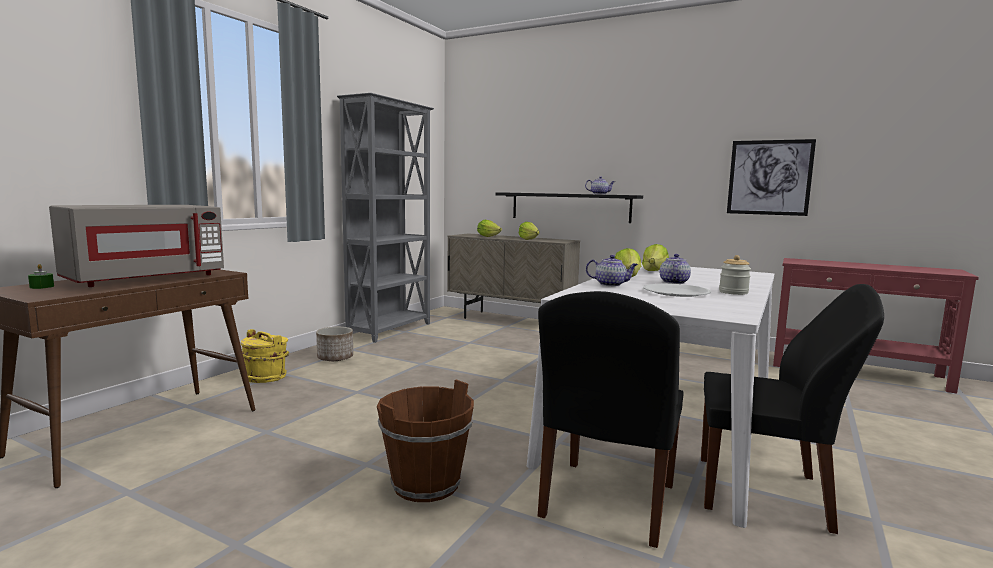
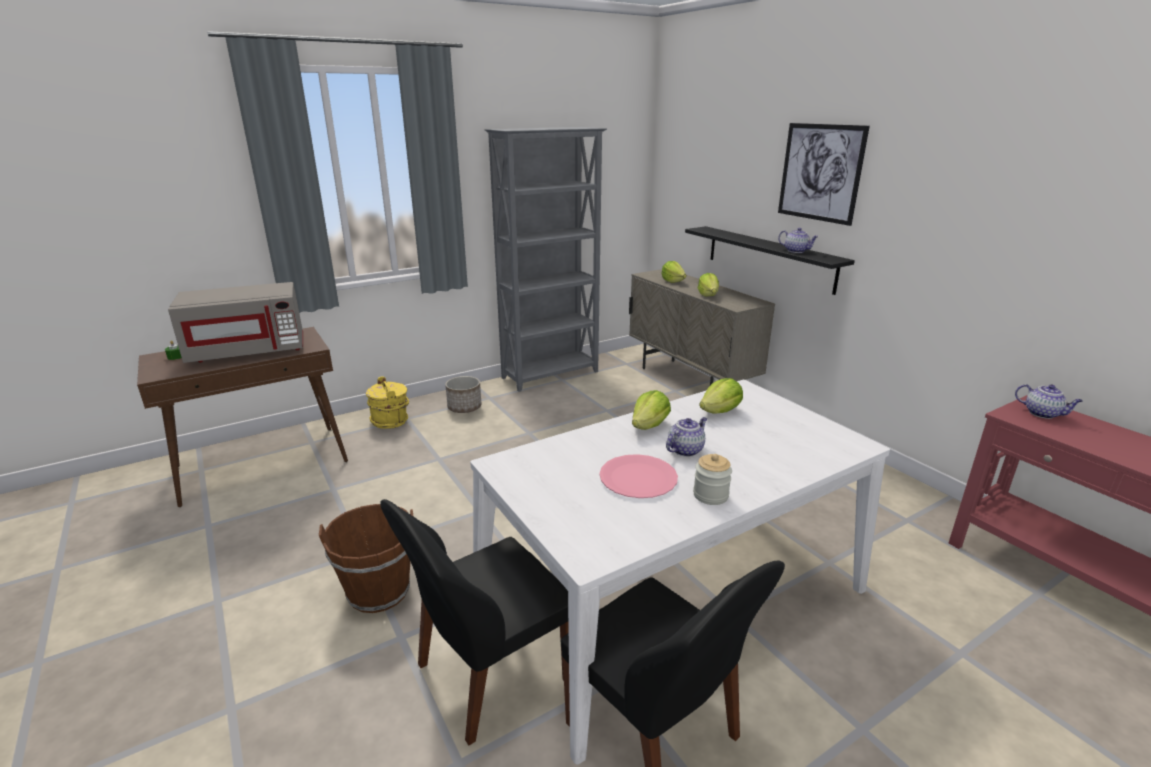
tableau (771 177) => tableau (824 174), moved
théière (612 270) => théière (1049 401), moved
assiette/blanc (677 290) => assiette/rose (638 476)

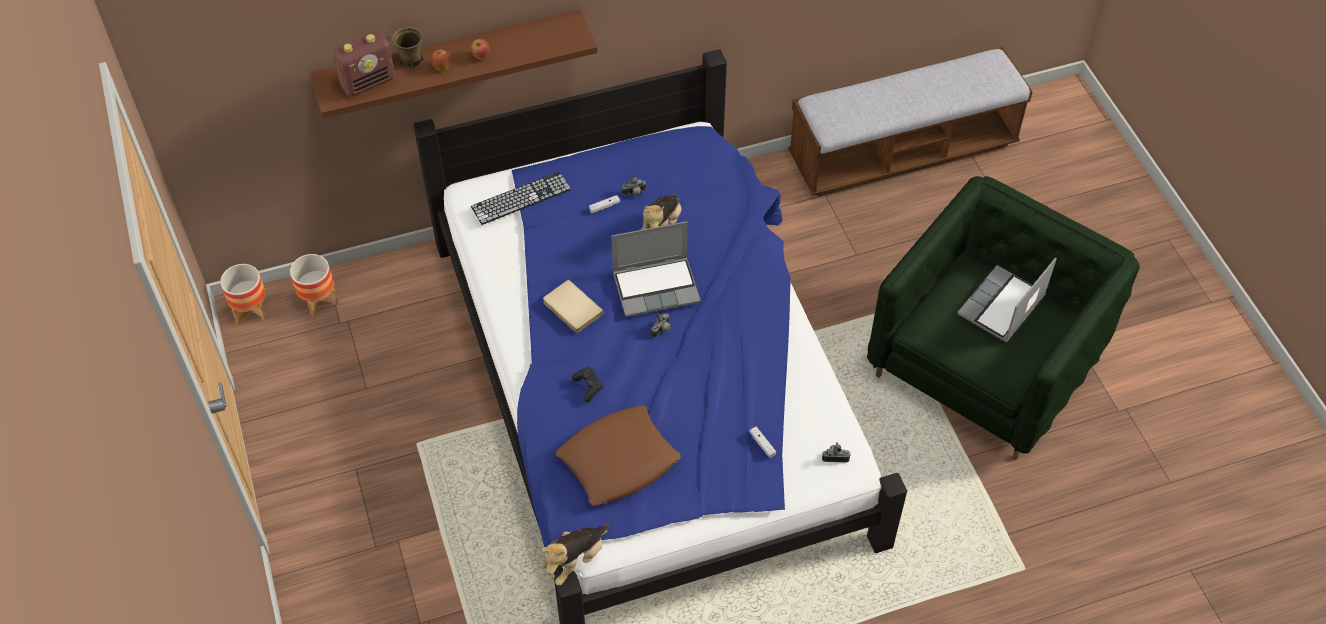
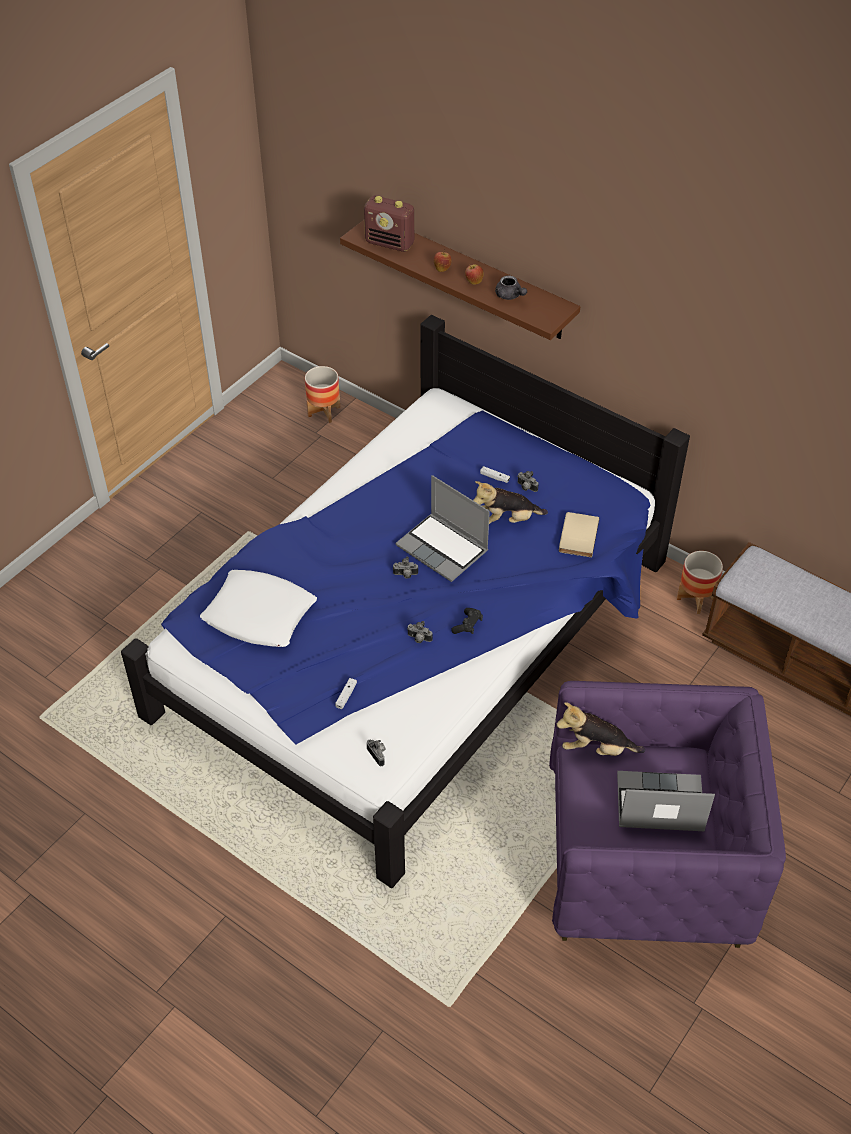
mug/marron (408 47) => nothing
clavier (521 198) => nothing
fauteuil/vert (1003 318) => fauteuil/violet (667 814)
cache-pot (243 294) => cache-pot (700 582), moved
livre/beige (573 306) => livre/beige (579 535), moved
manette/noir (587 384) => manette/noir (467 621), moved
coussin/marron (618 455) => coussin/blanc (258 608)
peluche (575 554) => peluche (600 729), moved
nothing => théière/gris (511 288)
nothing => appareil photo (420 632)

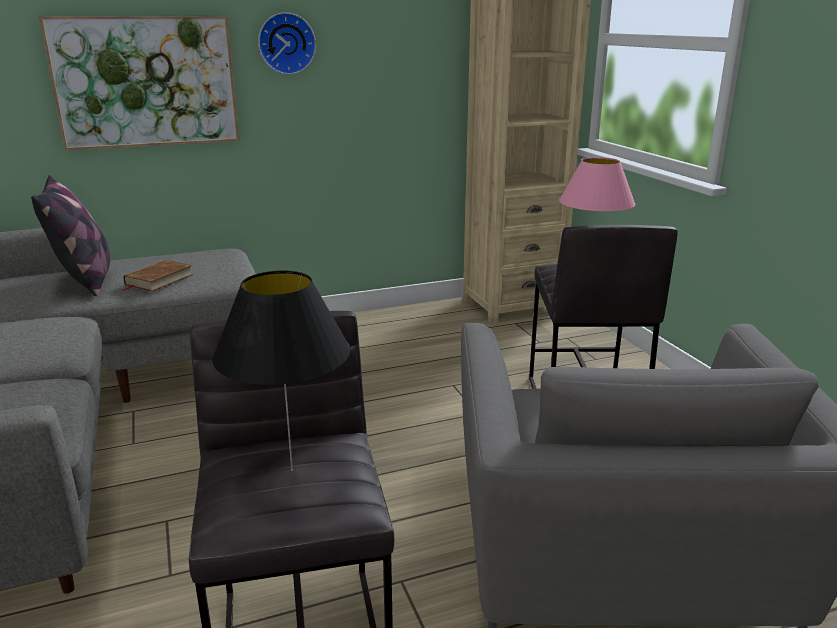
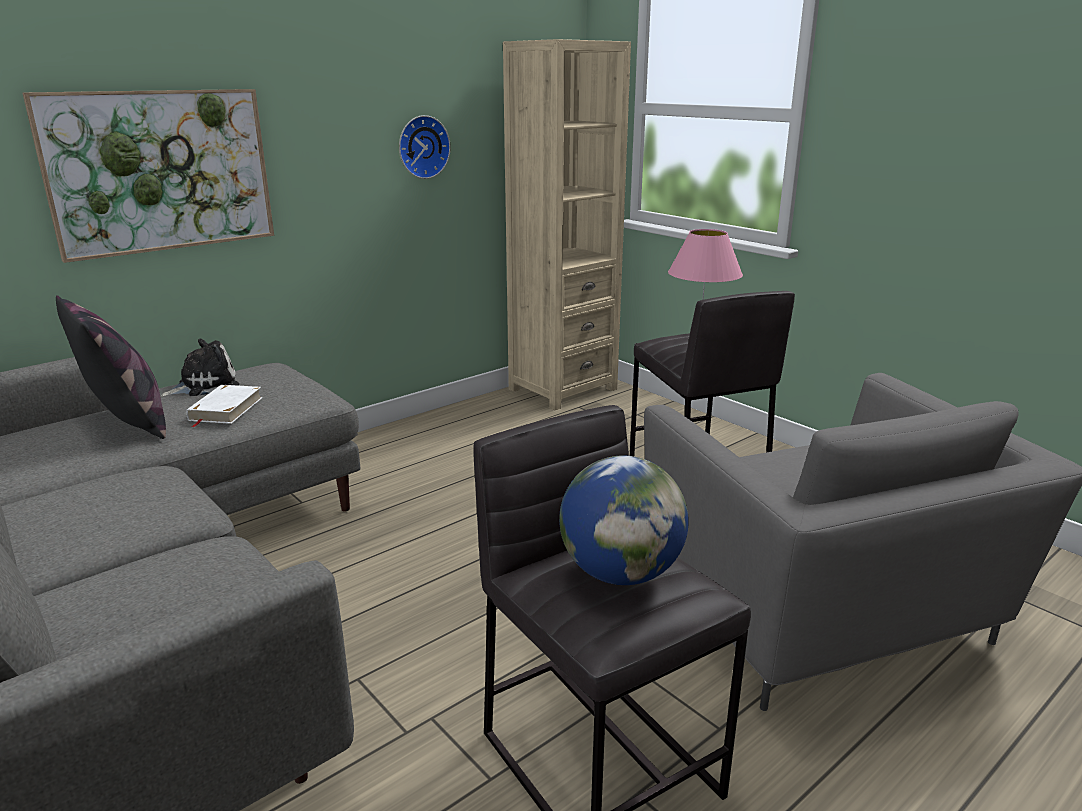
horloge murale (287 43) => horloge murale (425 147), moved
livre/marron (158 276) => livre/blanc (224 406)
lampe de table/noir (281 371) => globe (624 520)
nothing => peluche (199 368)

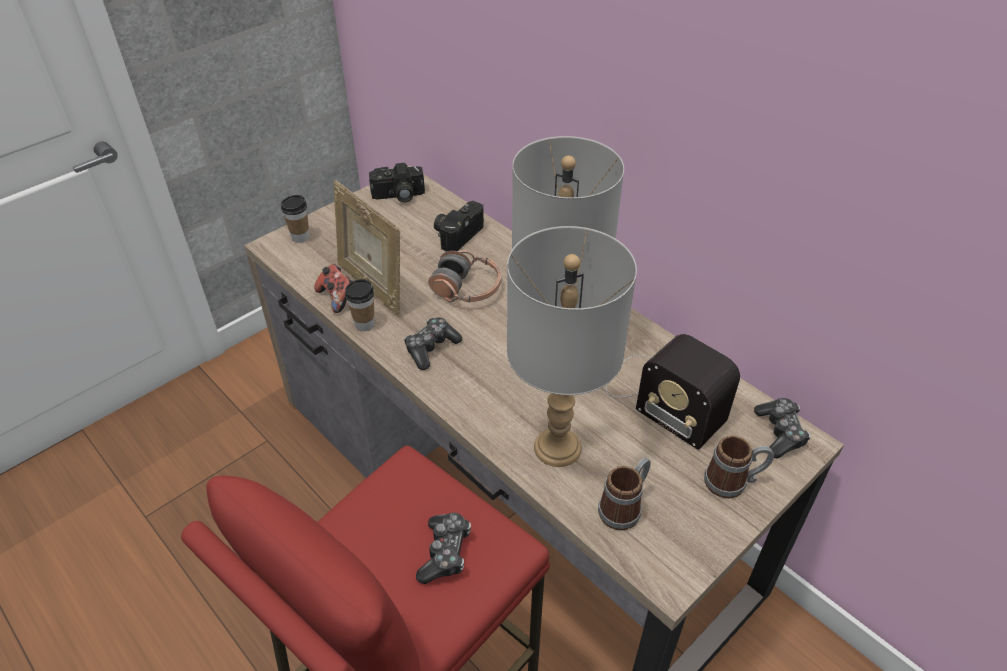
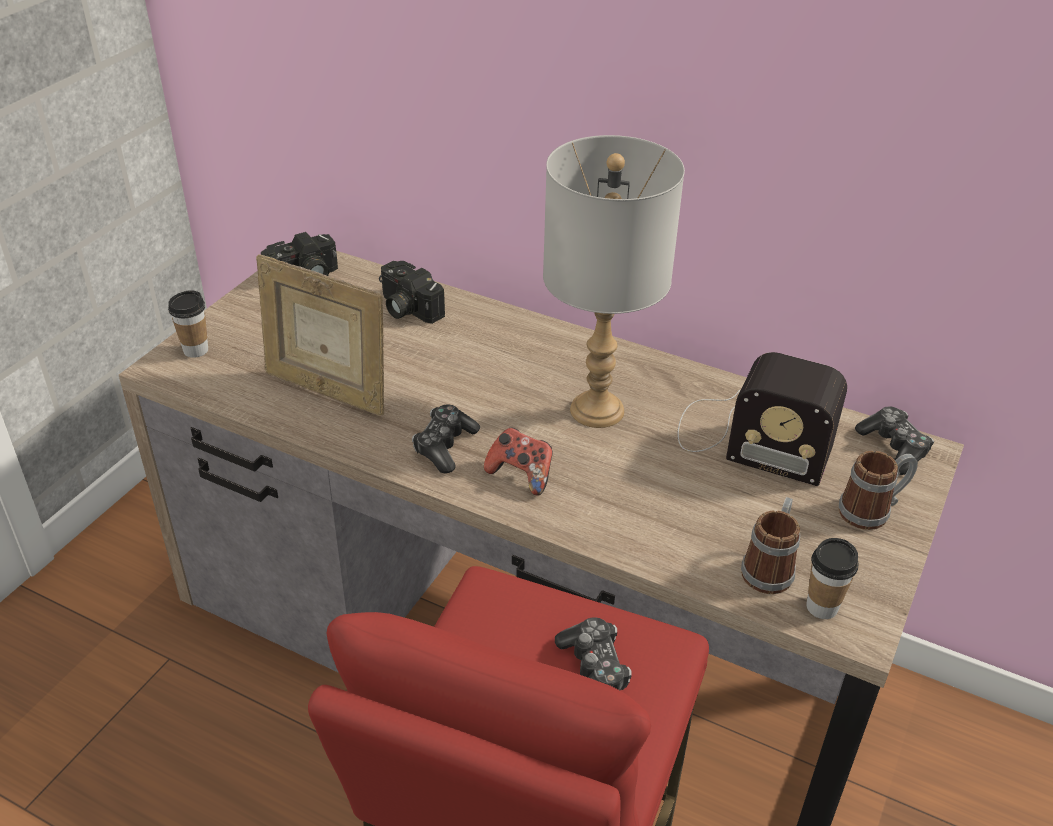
appareil photo (459 226) => appareil photo (412 292), 60 degrees counterclockwise
lampe de table/gris (572 346) => nothing
casque audio (465 276) => nothing
manette (333 288) => manette (518 461), moved
tasse (360 305) => tasse (833 578), moved

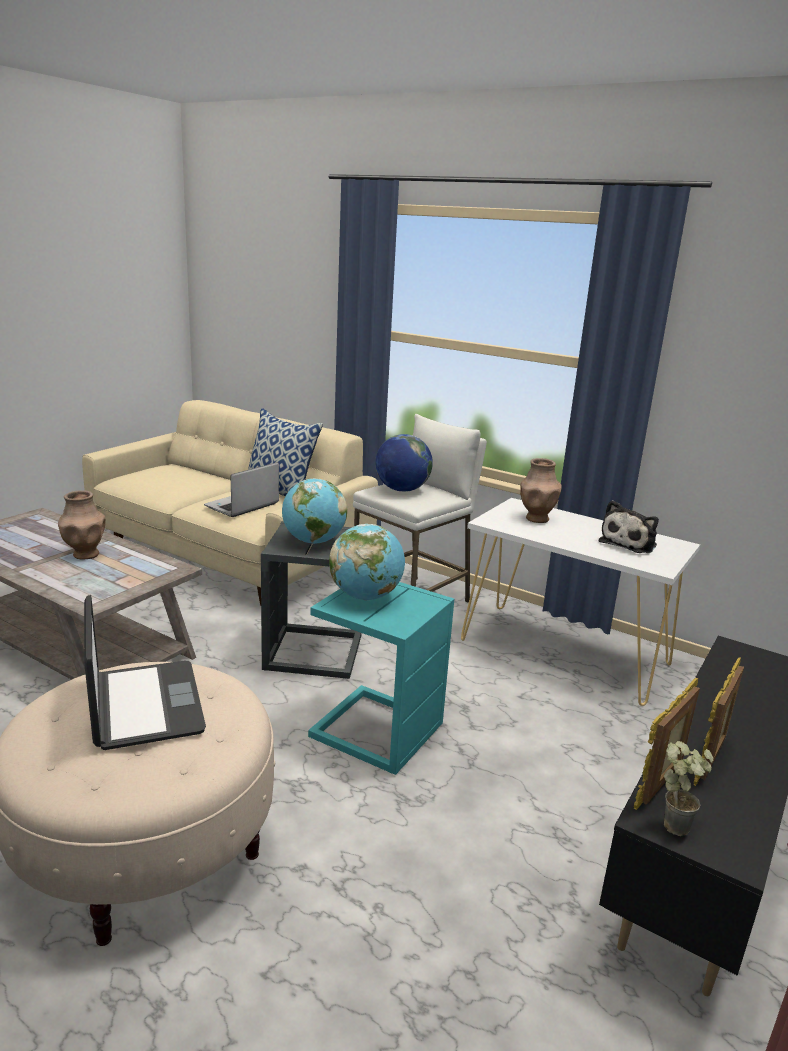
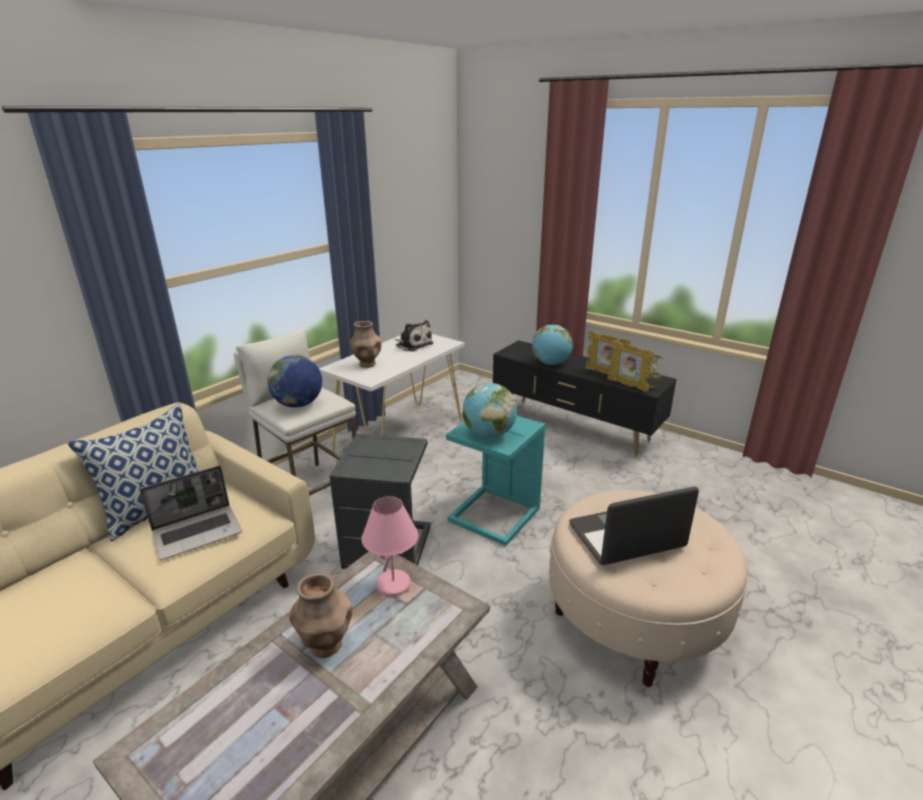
ordinateur portable (241 489) => ordinateur portable (191 513), 75 degrees counterclockwise
globe (314 511) => globe (552 345), moved
nothing => lampe de table/rose (389 546)

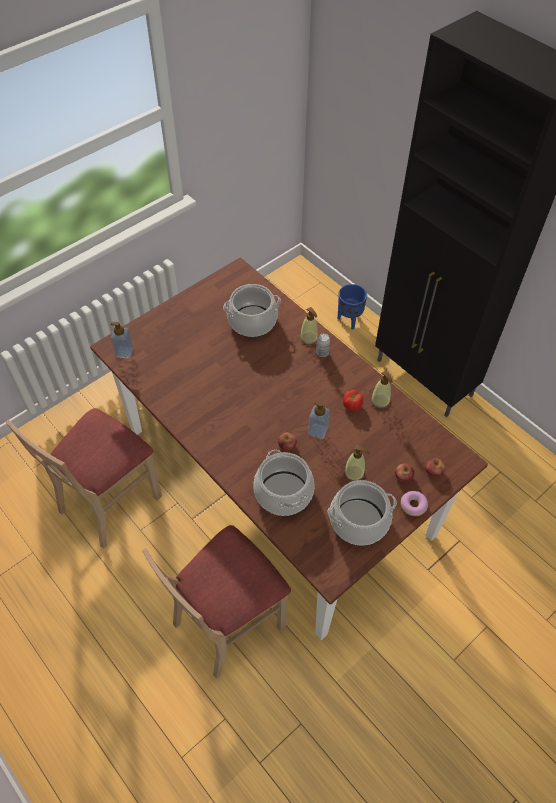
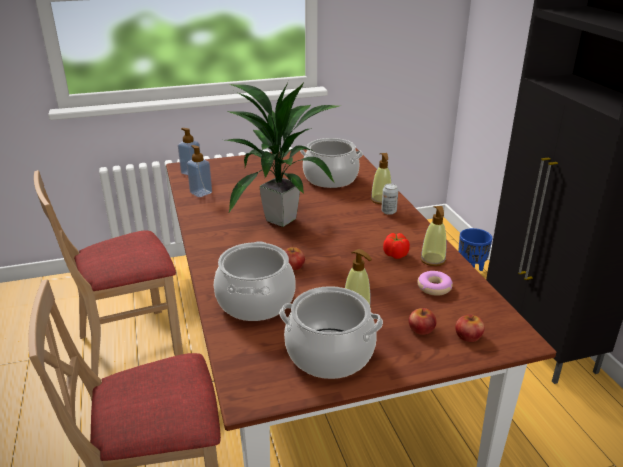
distributeur de savon (319 420) => distributeur de savon (199 171), moved
beignet (414 503) => beignet (435 283), moved
nothing => plante en pot (283 154)

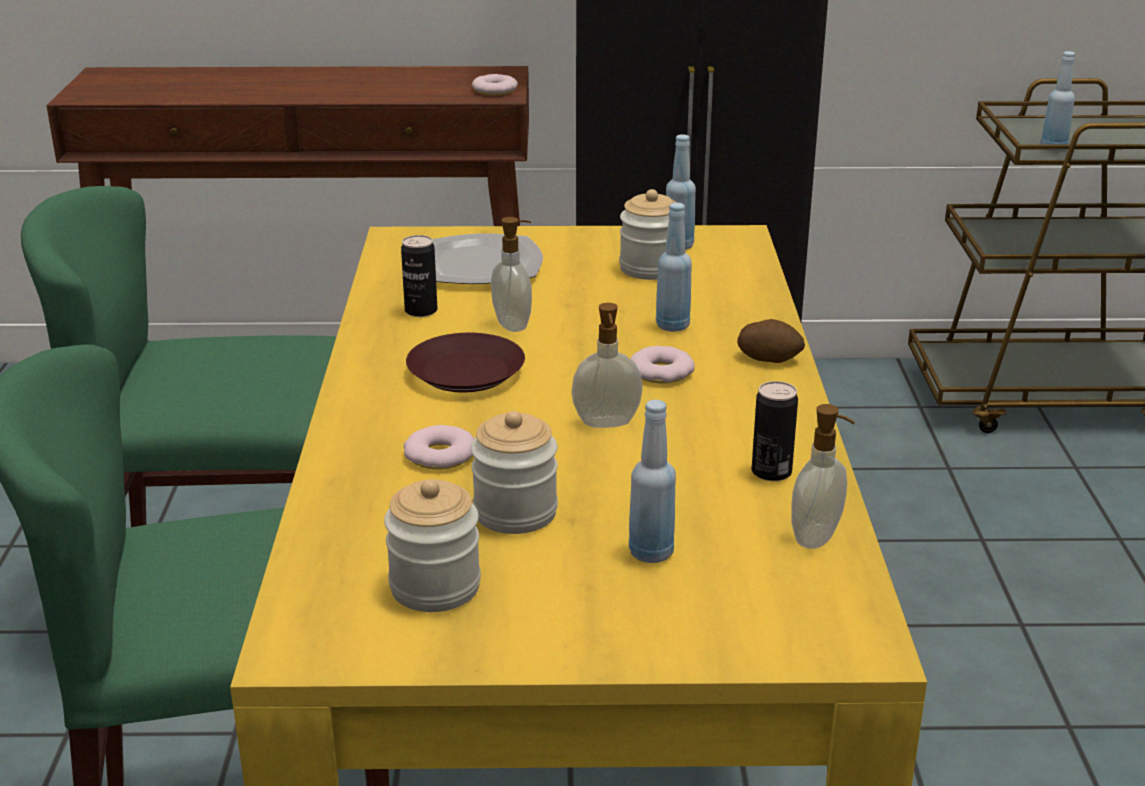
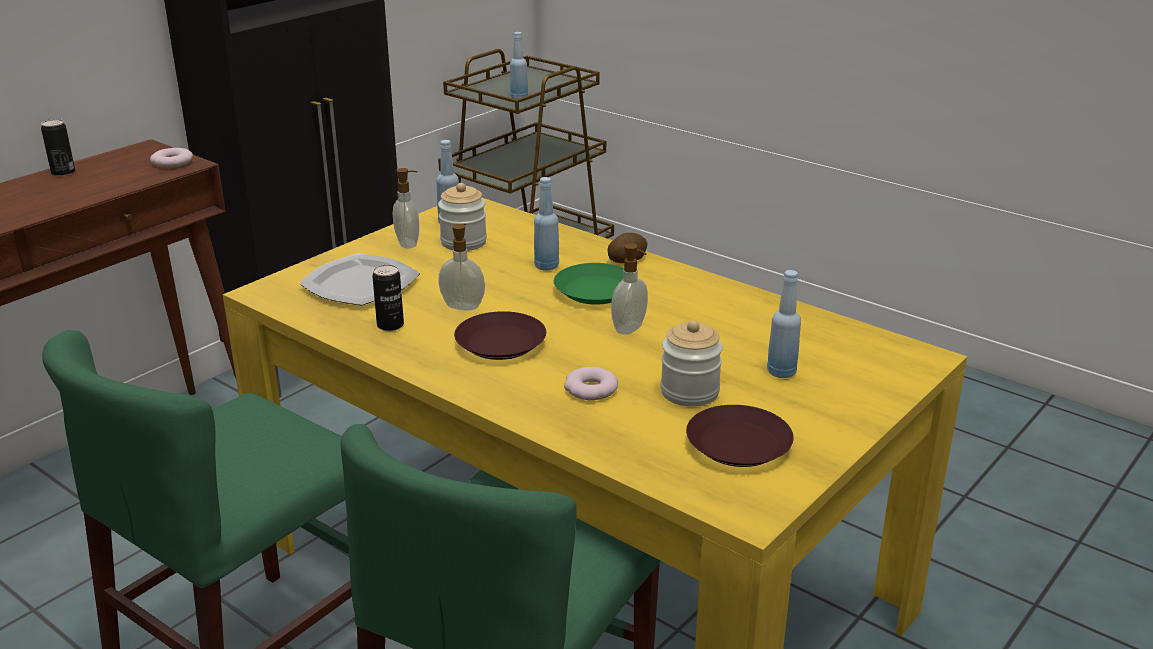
beignet (662 365) => assiette/vert (589 284)
boîte métallique (775 431) => boîte métallique (58 147), moved
distributeur de savon (823 476) => distributeur de savon (406 208), moved
bocal (432 545) => assiette/marron (740 436)

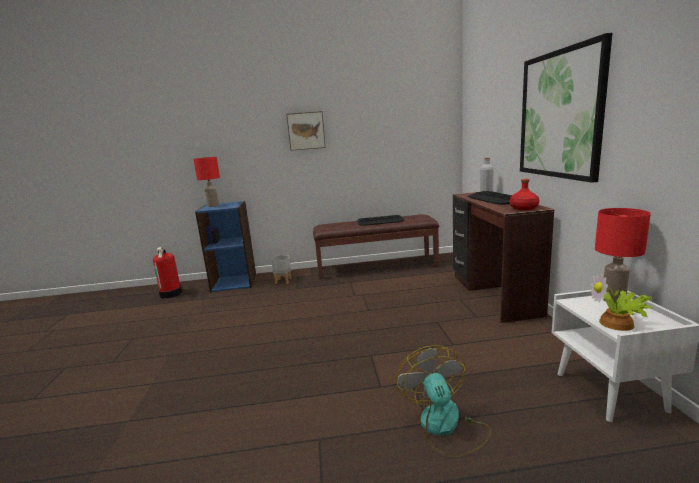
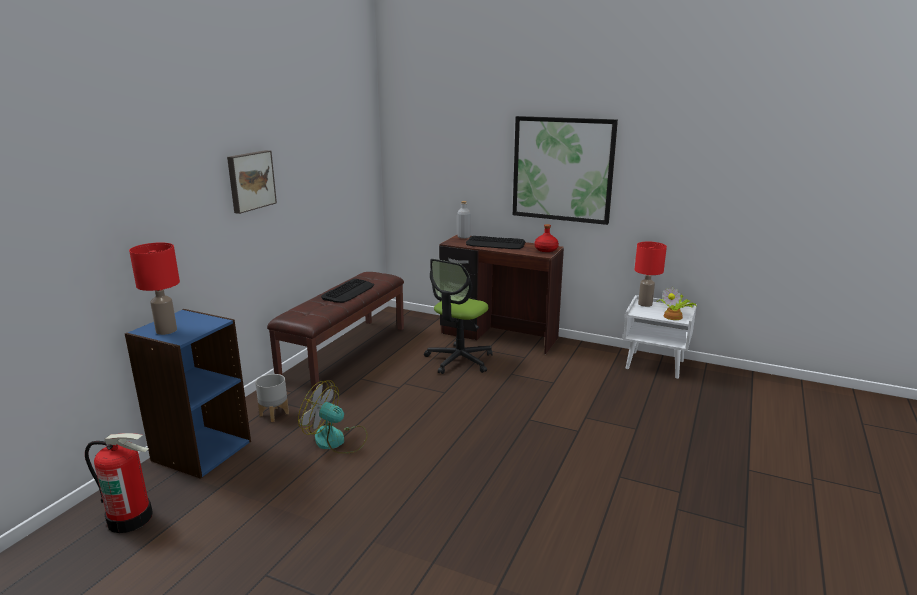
ventilateur (443 401) => ventilateur (333 417), moved
nothing => chaise de bureau (458 316)

